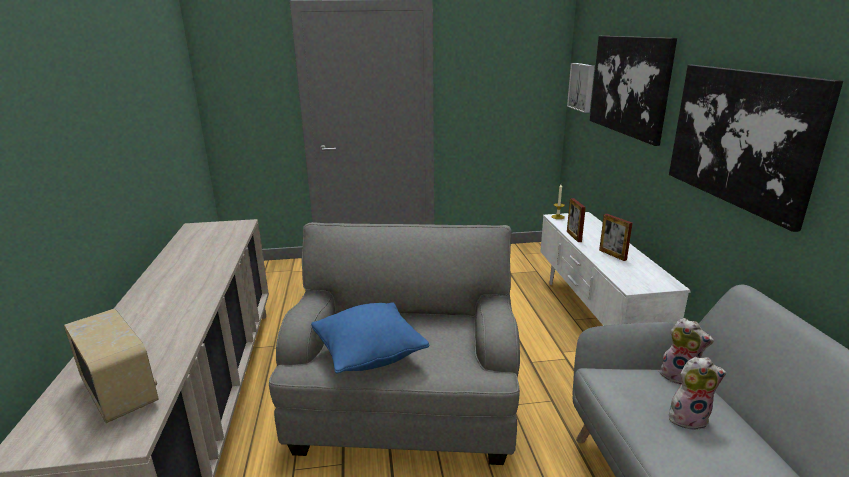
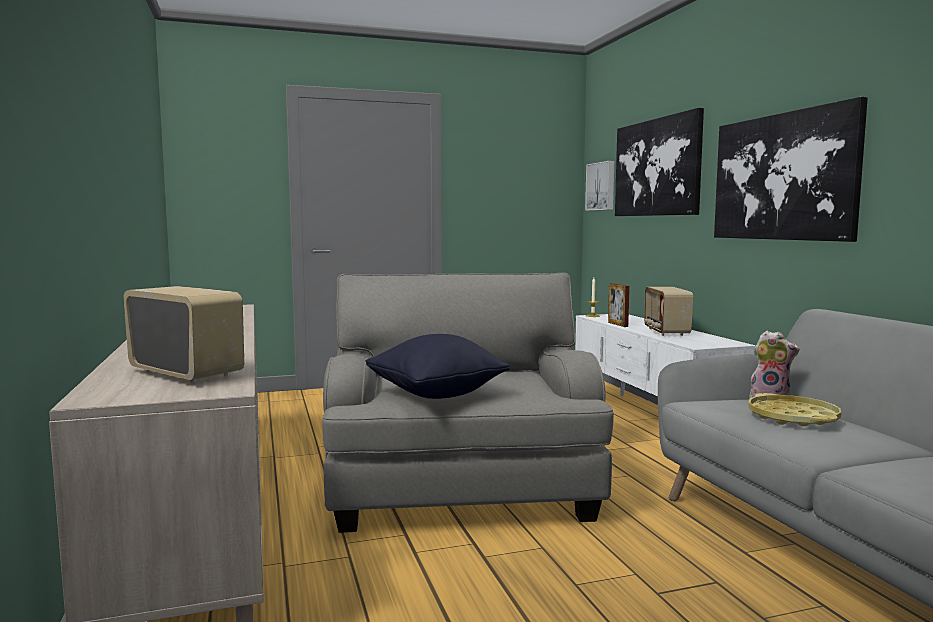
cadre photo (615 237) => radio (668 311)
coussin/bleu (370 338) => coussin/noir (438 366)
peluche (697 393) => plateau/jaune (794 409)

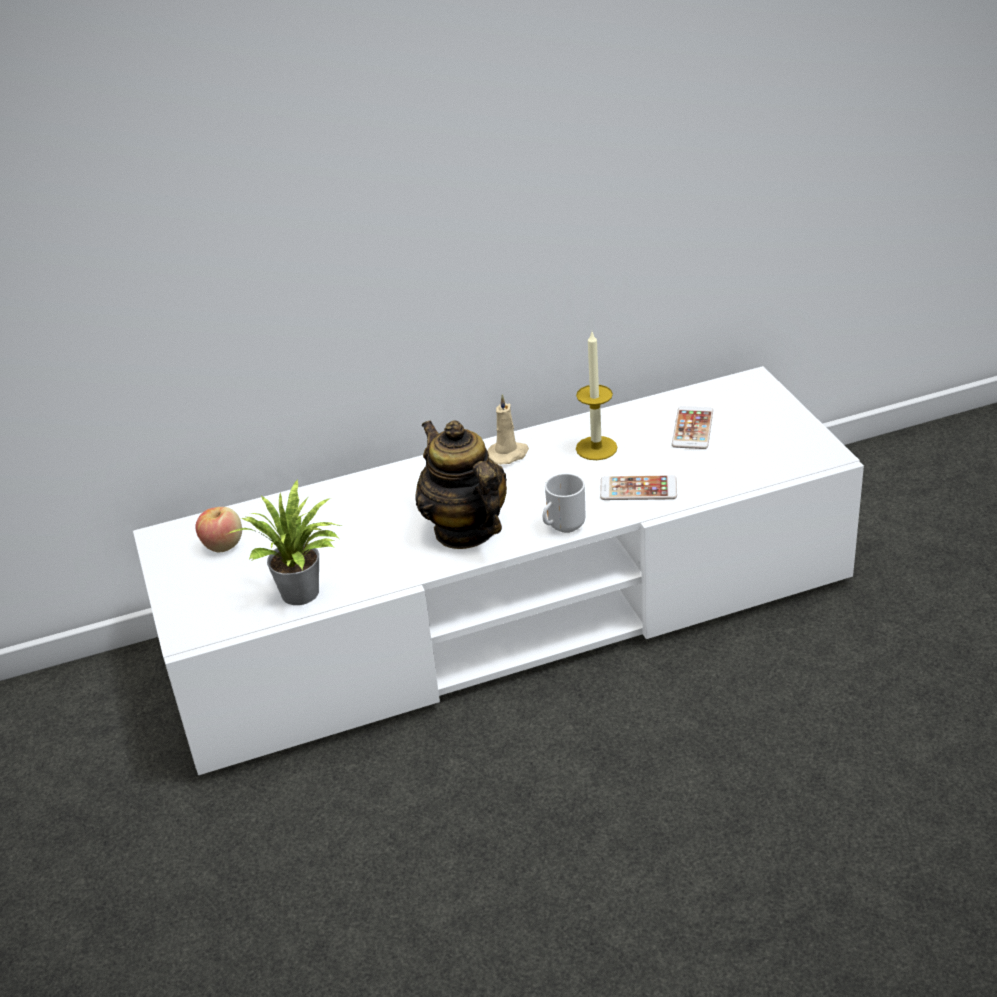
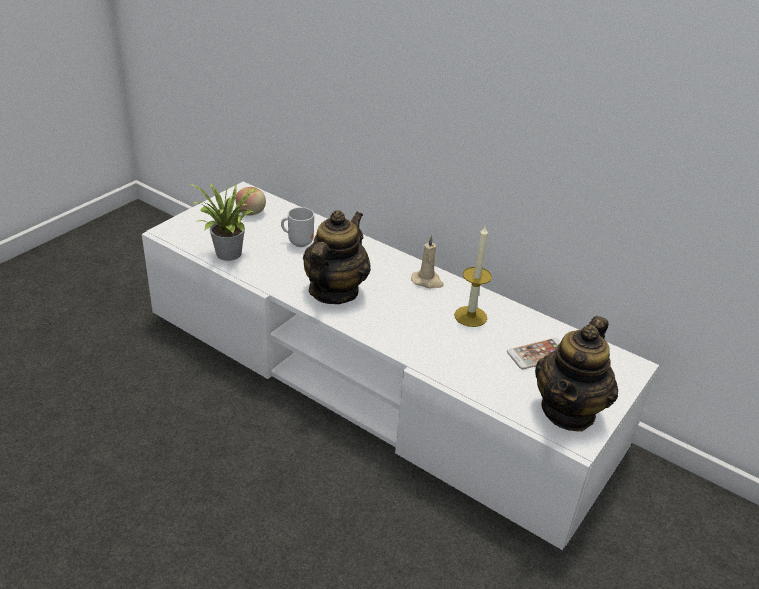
mug (564 503) => mug (297 227), moved
téléphone (638 487) => nothing
nothing => théière (576 374)

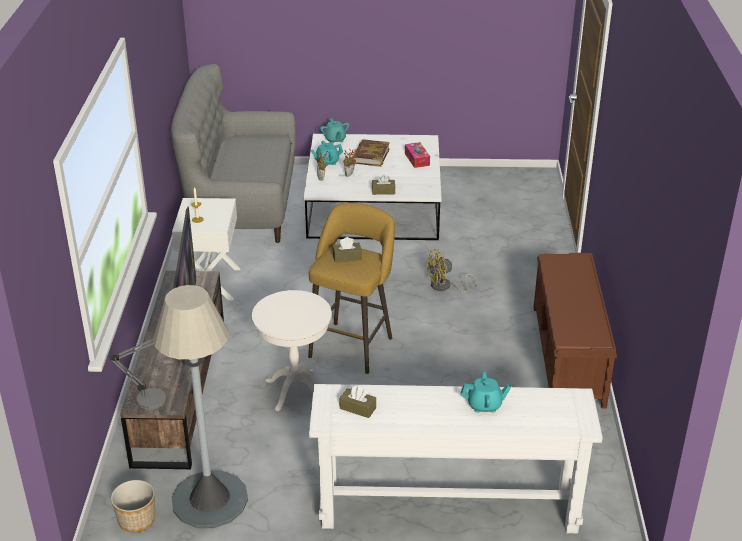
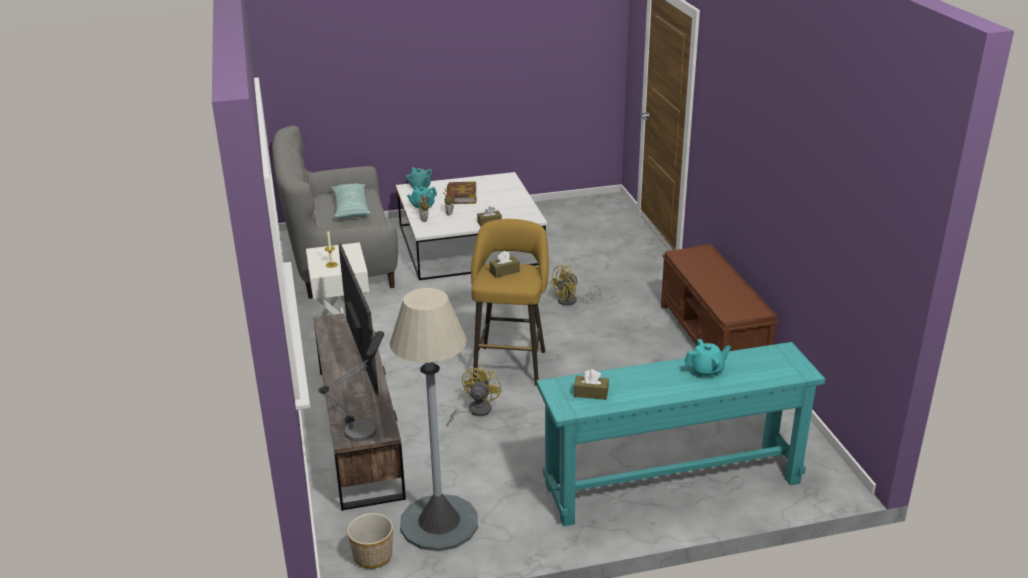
boîte à mouchoirs (417 155) => nothing
table d'appoint/blanc (292 351) => ventilateur/jaune (474 395)
table console/blanc (456 458) => table console/turquoise (680 434)
nothing => coussin (351 201)

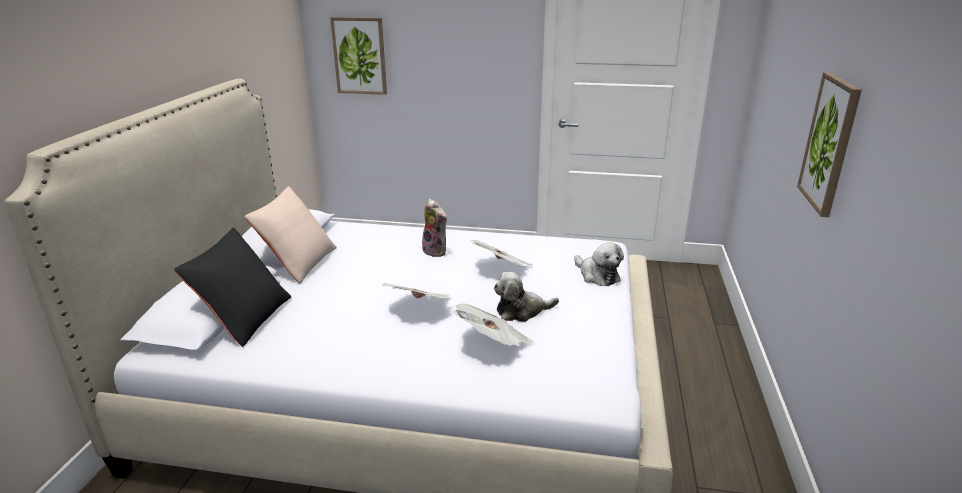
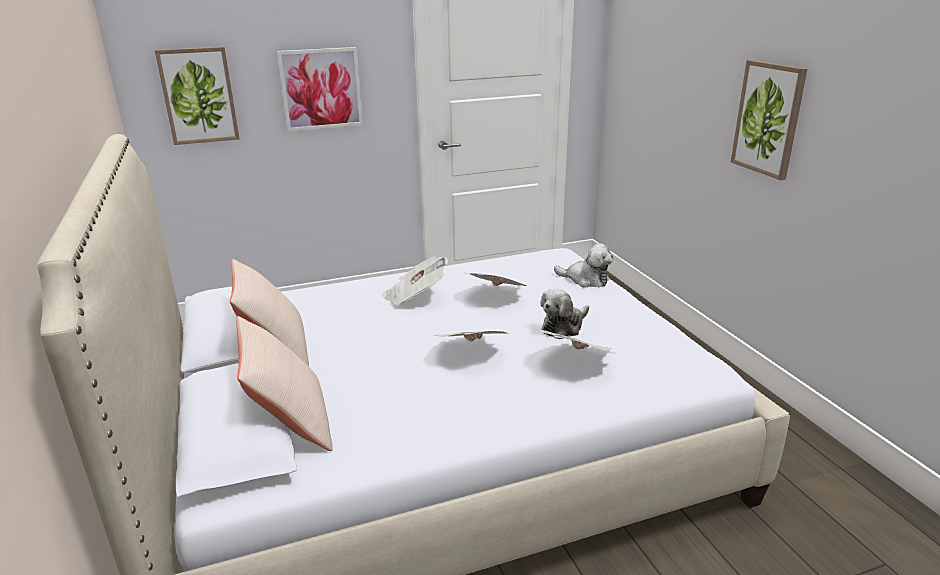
peluche (434 228) => journal (415 281)
coussin/noir (232 287) => coussin/beige (284 383)
nothing => tableau (320 89)

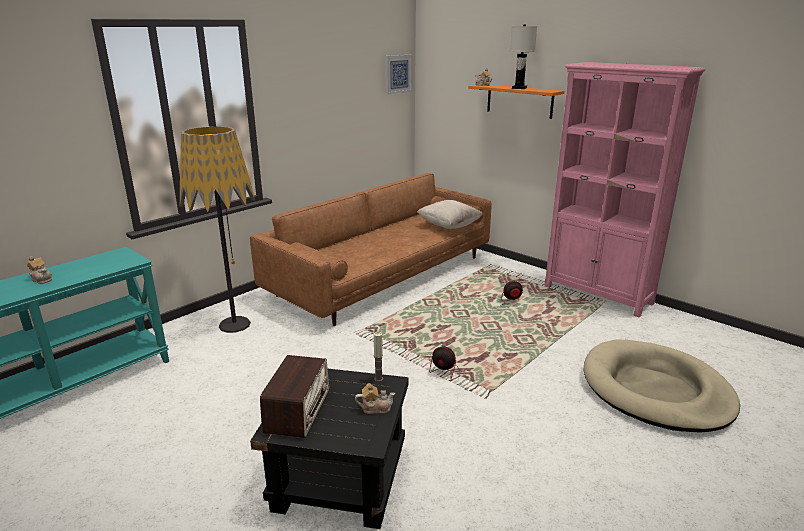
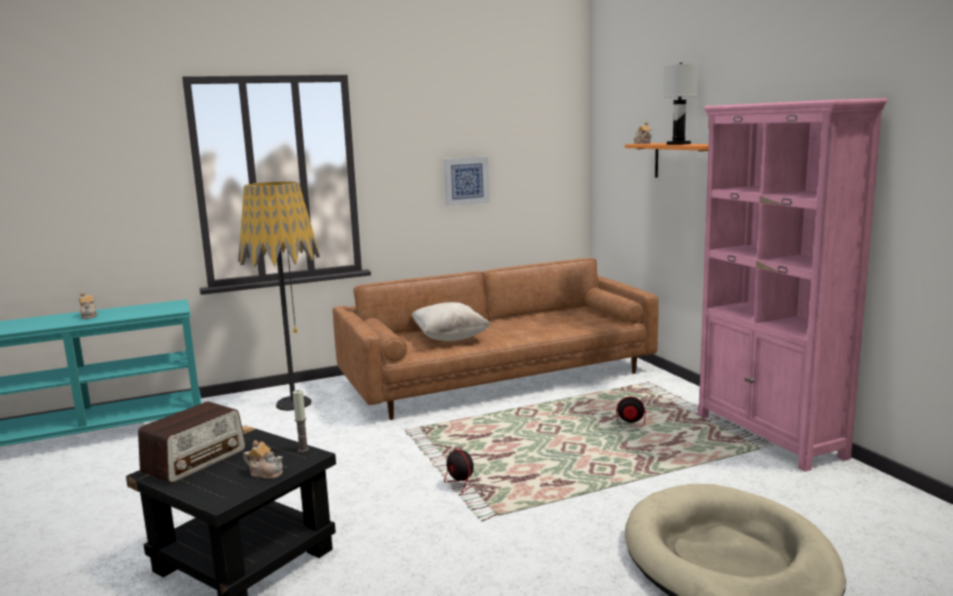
tableau (398 75) => tableau (466 181), moved
coussin/beige (450 214) => coussin/beige (451 321), moved

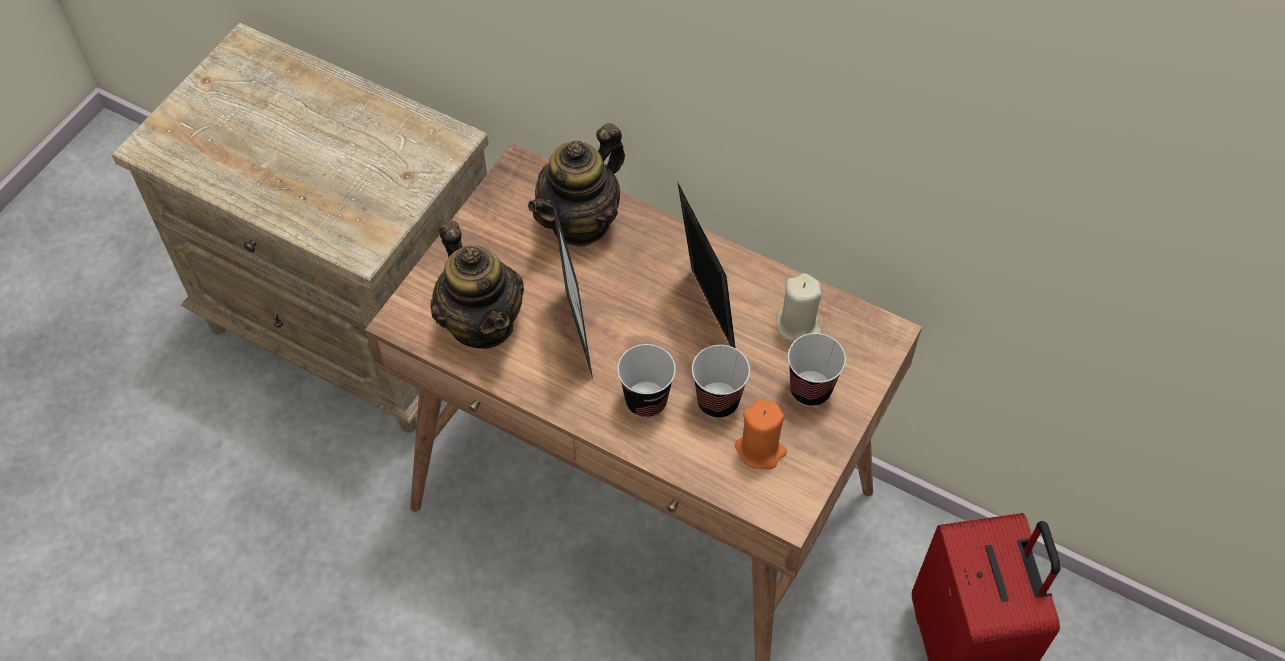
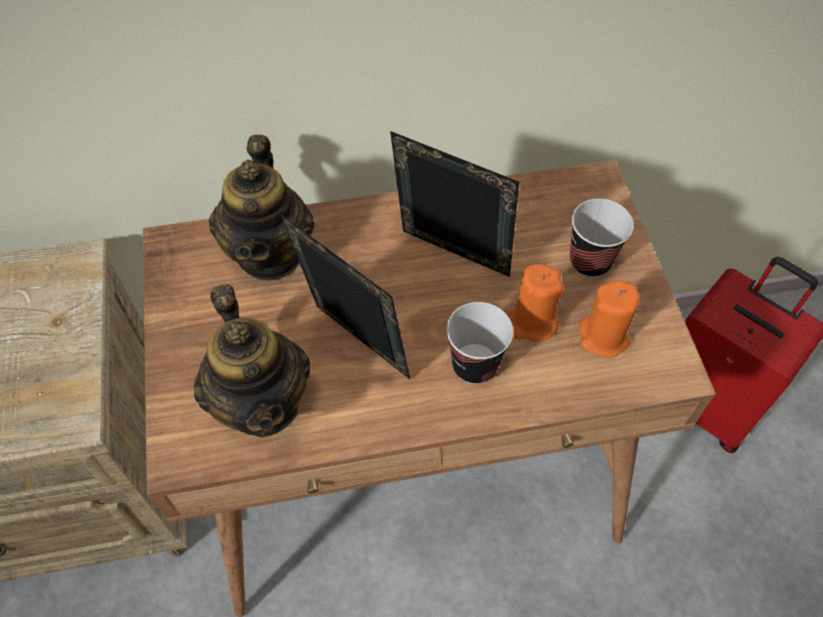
théière (477 285) => théière (252 360), 45 degrees clockwise
bougie/beige (799 307) => nothing
tasse (721 381) => bougie/orange (535 303)

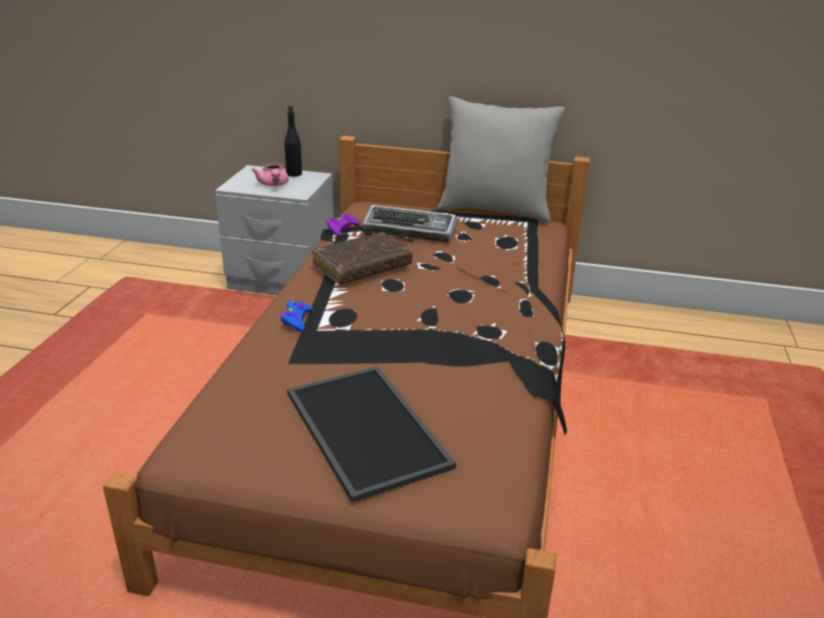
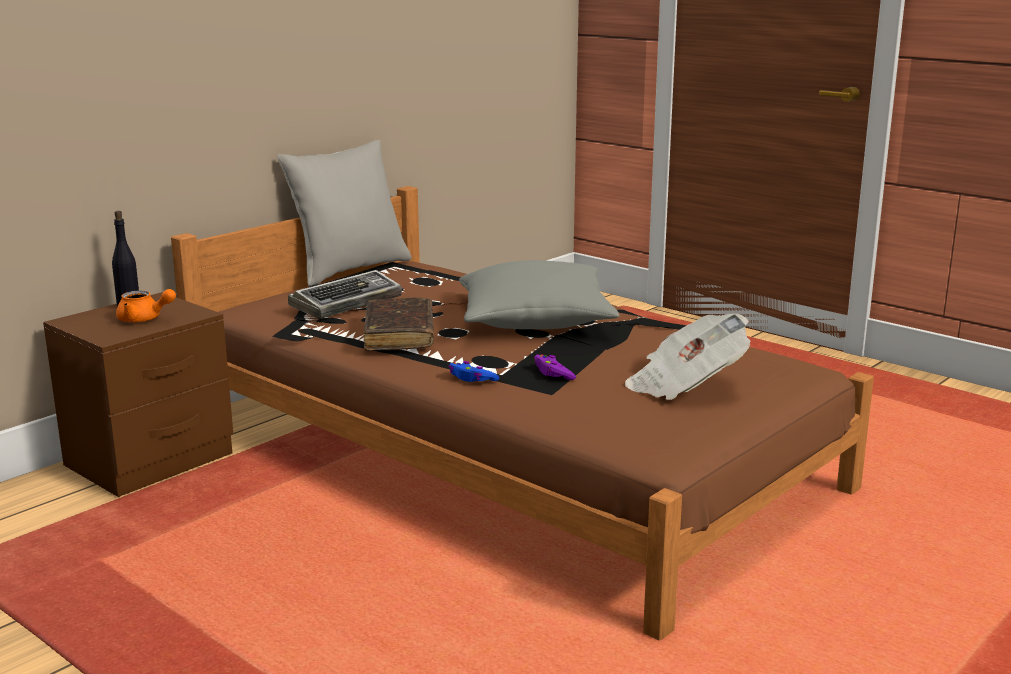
théière/rose (270 174) => théière/orange (146 306)
table de chevet/gris (274 230) => table de chevet/marron (138 394)
manette/violet (343 224) => manette/violet (555 367), moved
plateau (371 434) => journal (688 356)
nothing => coussin/gris (539 294)

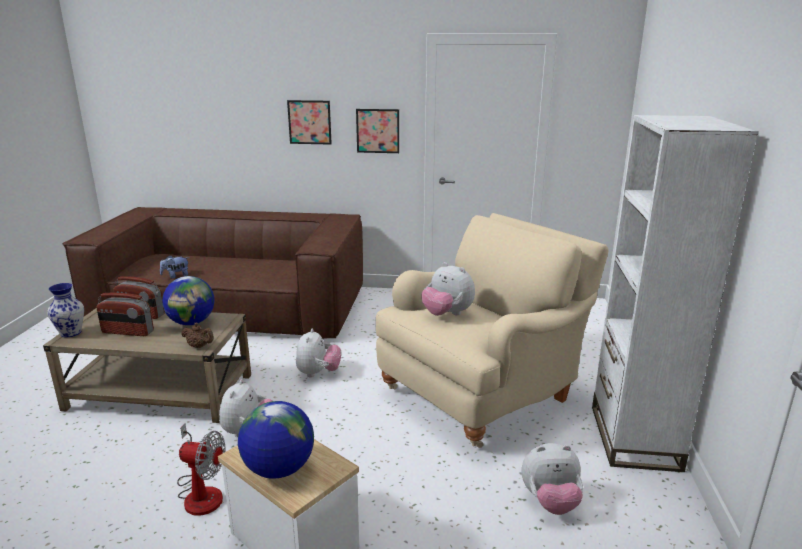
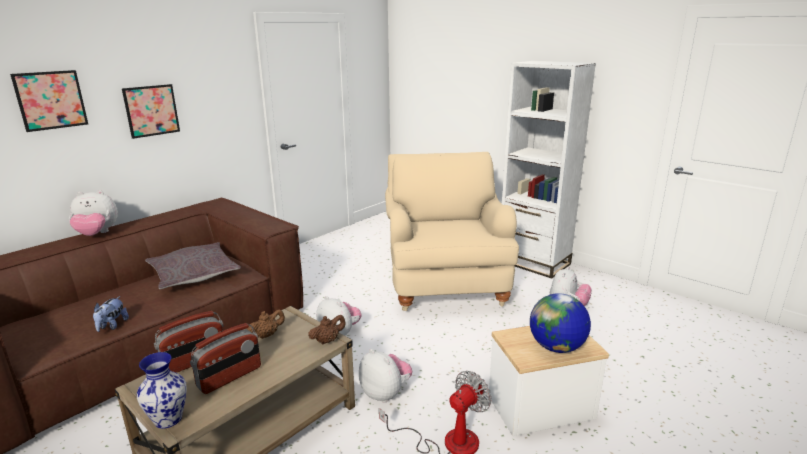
tableau (377 131) => tableau (49 101), moved
peluche (448 289) => peluche (93 213), moved
globe (188 300) => théière/marron (266 324)
nothing => coussin/gris (193 265)

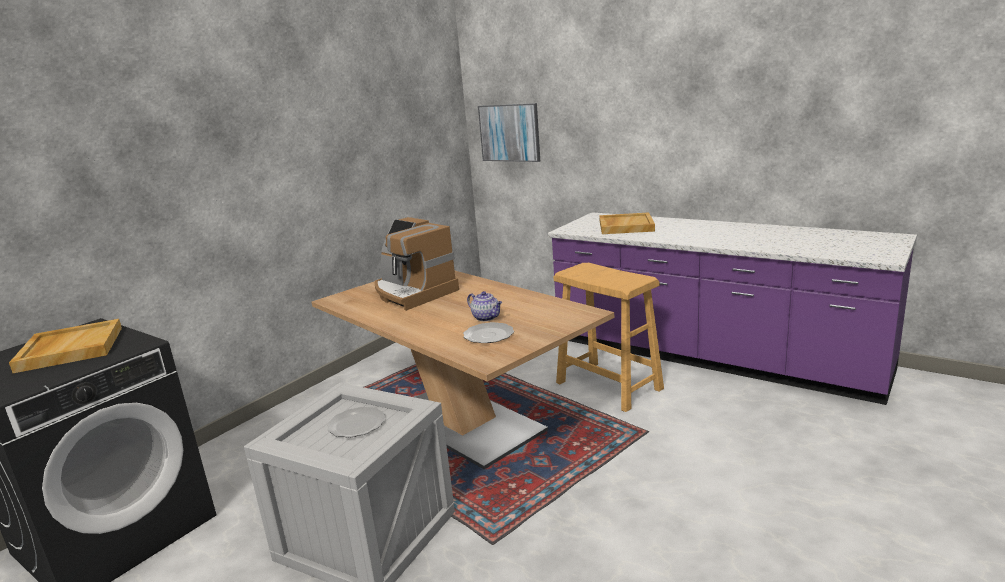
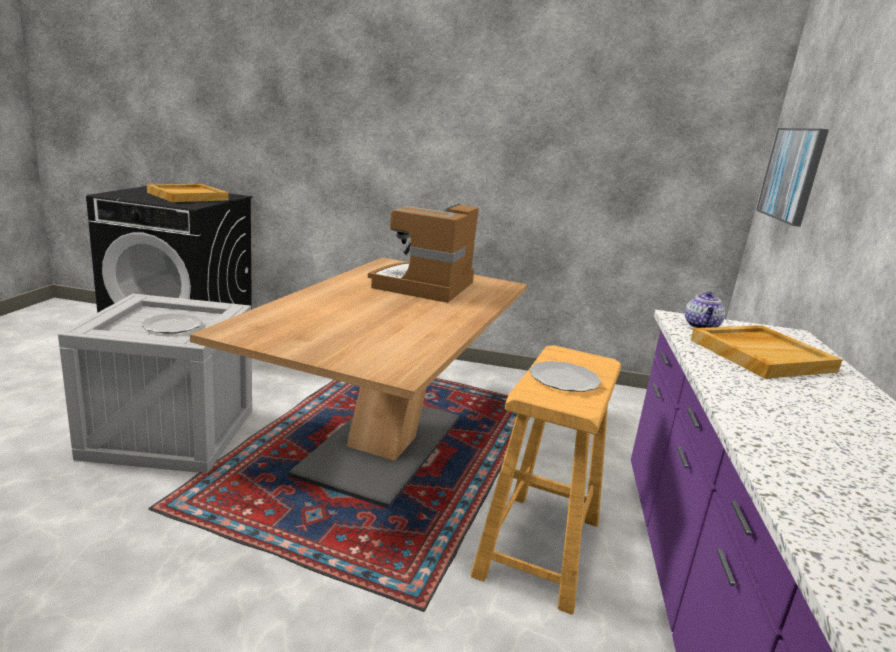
théière (484 306) => théière (705 310), moved
assiette (488 332) => assiette (565 376), moved

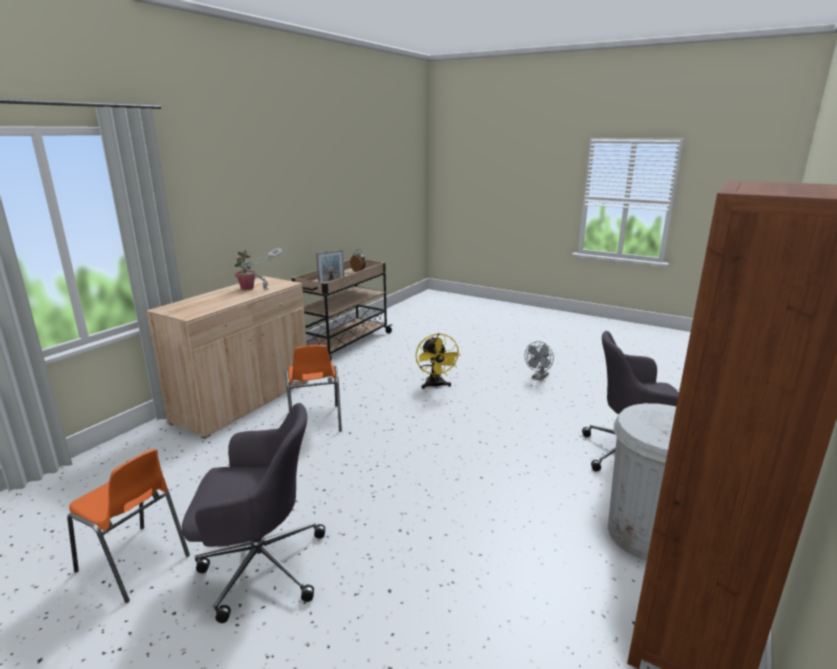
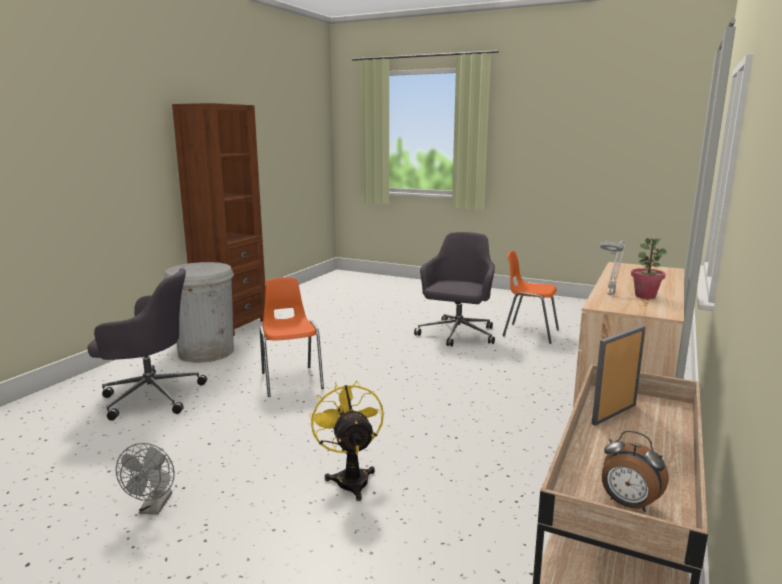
ventilateur/gris (539 361) => ventilateur/gris (145 478), 150 degrees clockwise
chaise/orange (313 388) => chaise/orange (292 337), moved
chaise de bureau/gris (253 513) => chaise de bureau/gris (454 289), 120 degrees clockwise

